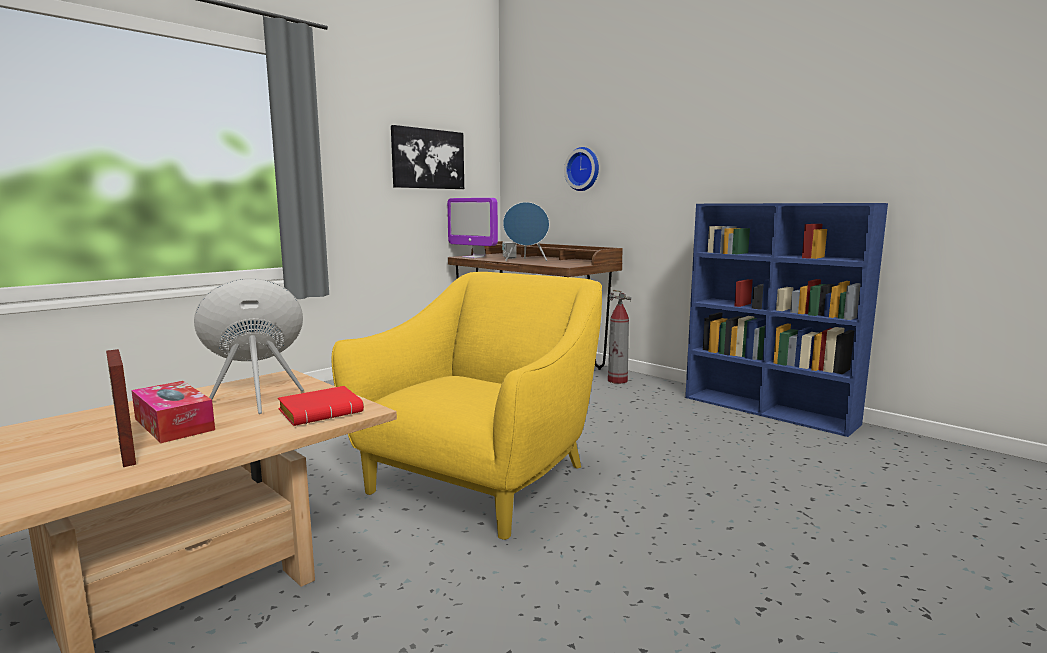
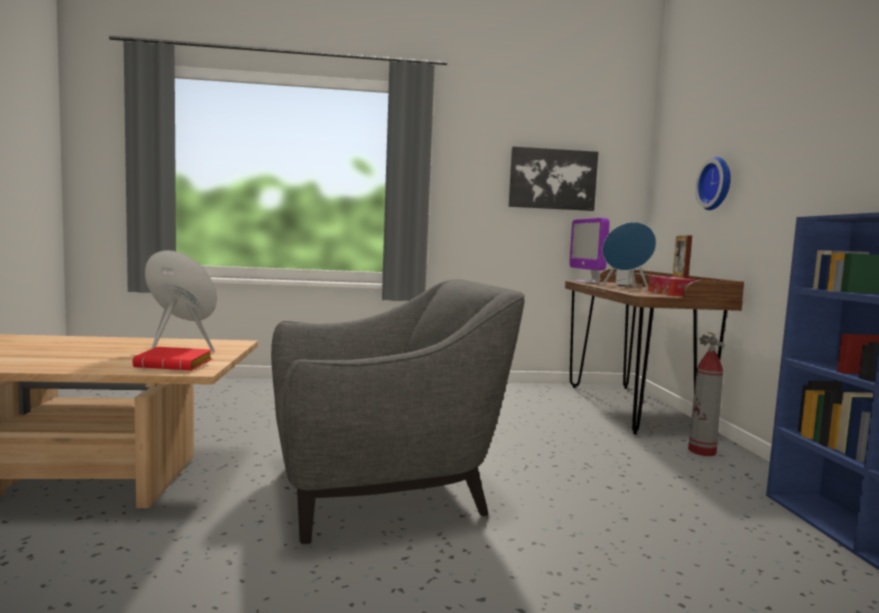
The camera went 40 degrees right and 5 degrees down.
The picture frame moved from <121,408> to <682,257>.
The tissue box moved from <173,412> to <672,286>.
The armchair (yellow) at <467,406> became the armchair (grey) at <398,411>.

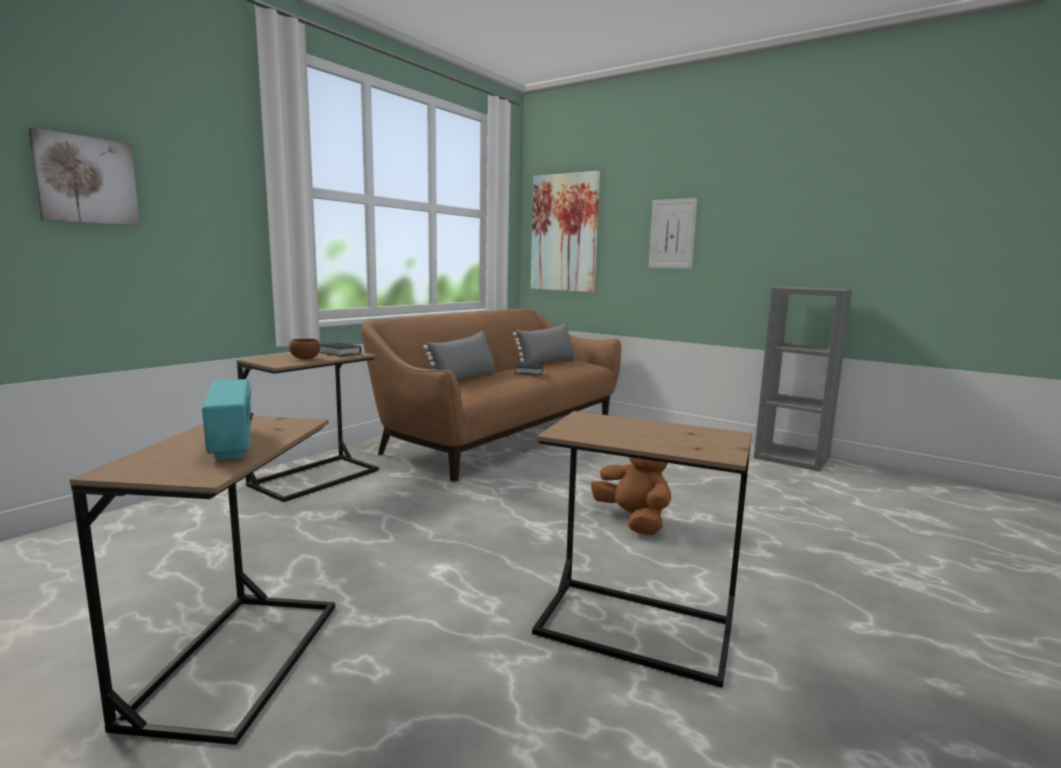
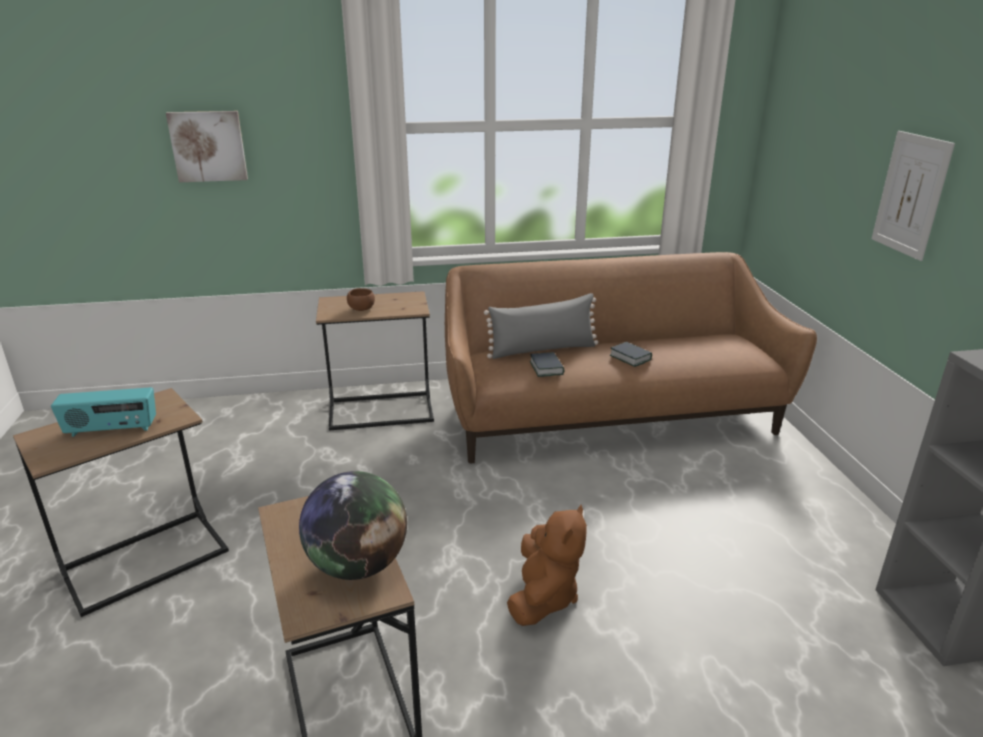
The camera went 45 degrees right and 15 degrees up.
The pillow (grey) at <544,344> disappeared.
The picture at <565,231> disappeared.
The globe at <353,525> appeared.
The book moved from <340,349> to <547,364>.
The radio at <228,419> turned 60 degrees clockwise.

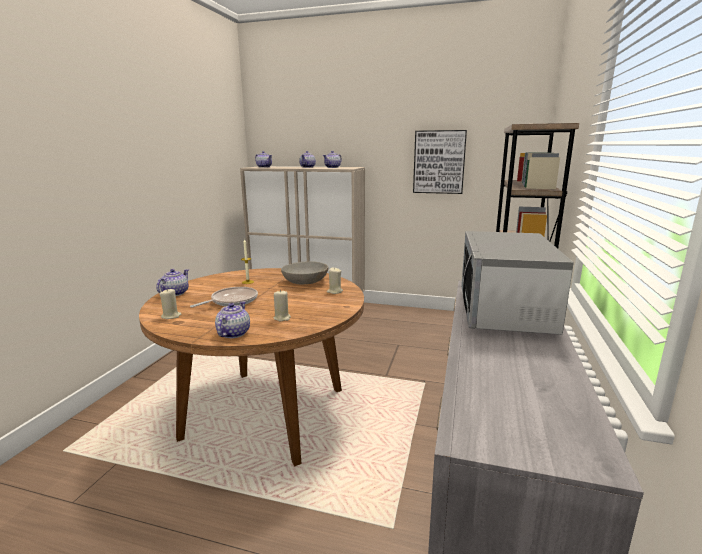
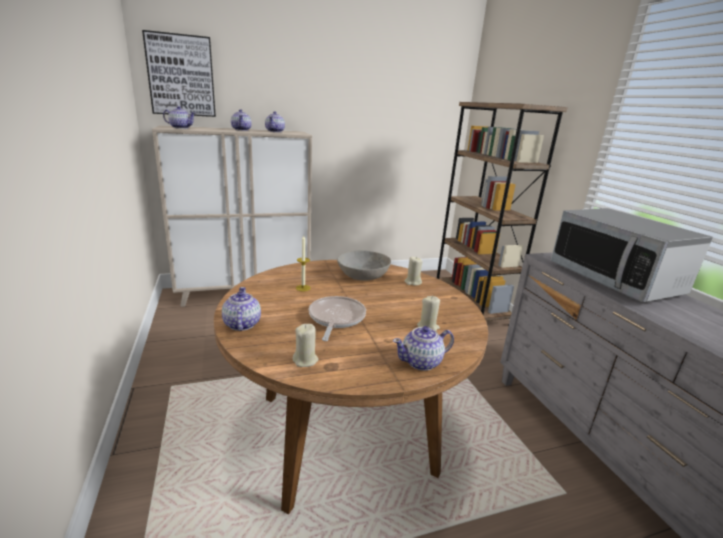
The camera went 35 degrees left and 5 degrees up.
The picture moved from <440,162> to <179,73>.
The teapot at <232,319> turned 90 degrees counterclockwise.

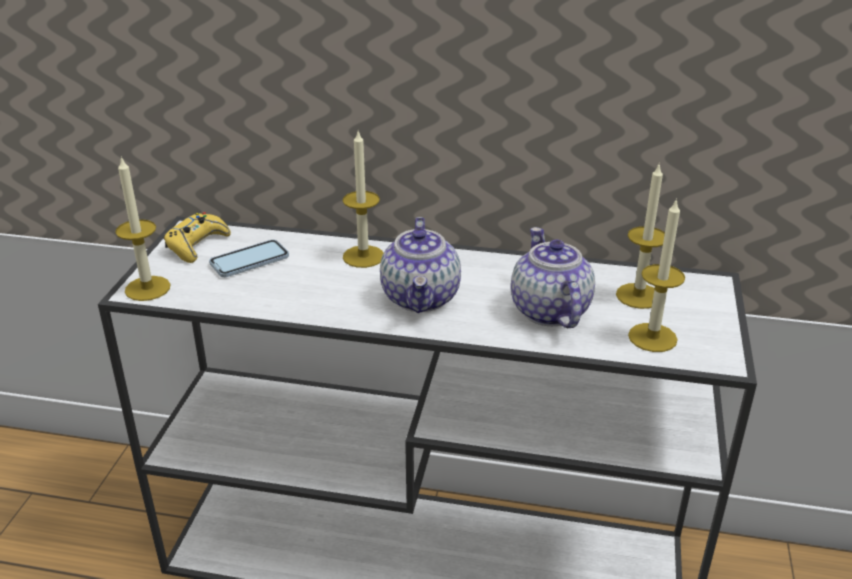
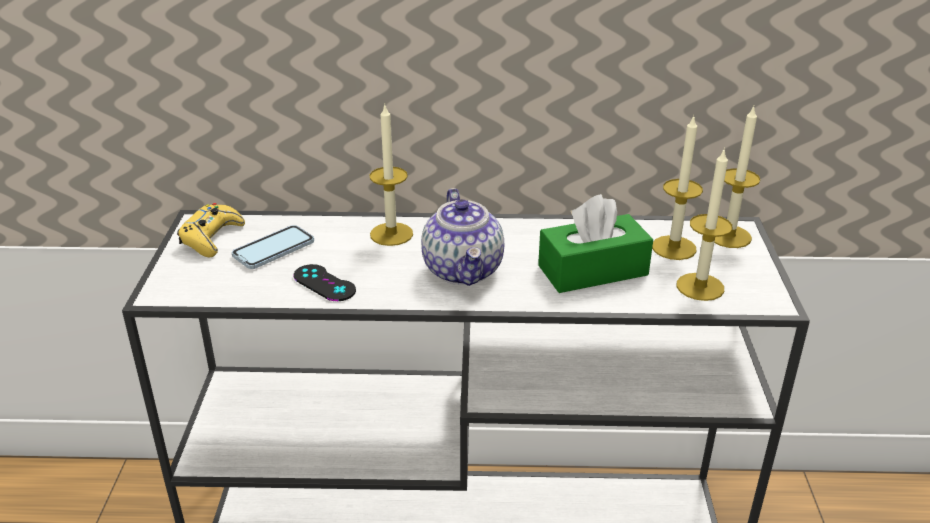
The camera went 10 degrees left and 0 degrees up.
The game controller (black) at <325,282> appeared.
The candle moved from <143,228> to <737,177>.
The teapot at <553,277> was replaced by the tissue box (green) at <595,243>.

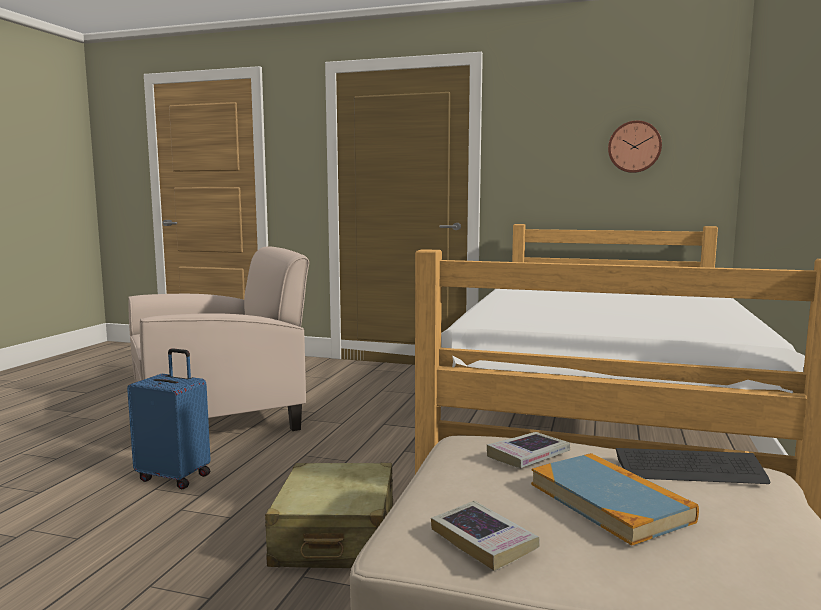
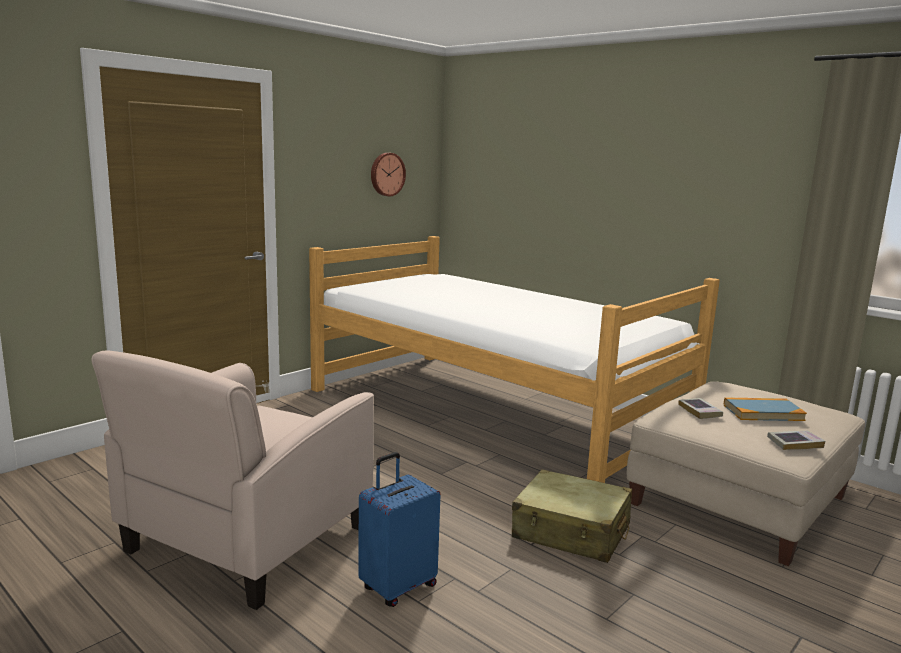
The camera went 65 degrees left and 5 degrees up.
The keyboard at <693,466> disappeared.
The armchair (beige) at <218,338> turned 150 degrees counterclockwise.

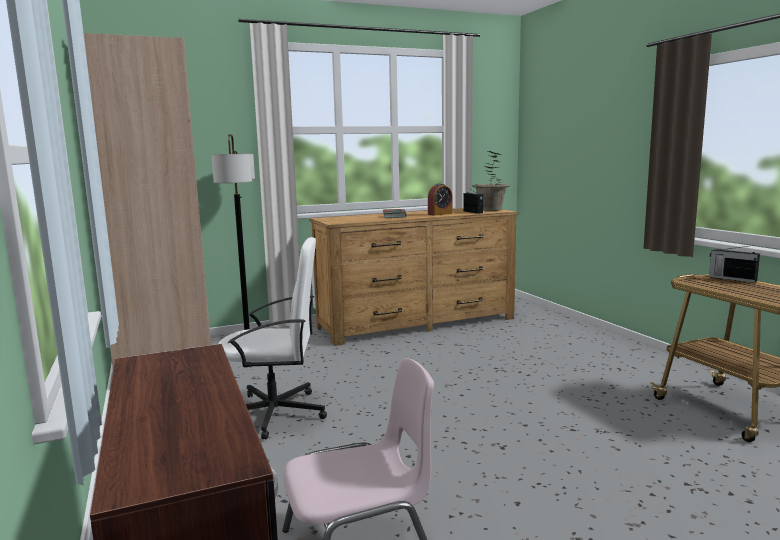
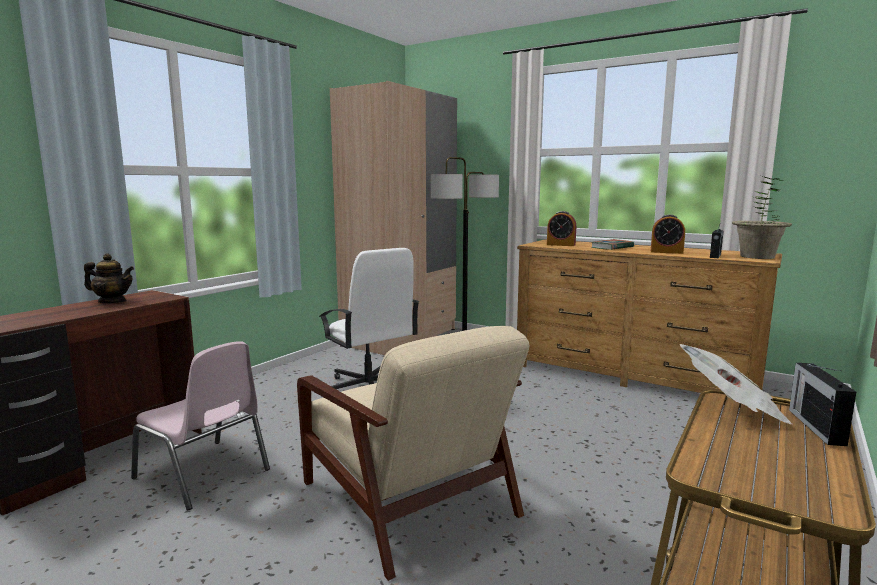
The camera went 55 degrees right and 0 degrees up.
The teapot at <109,278> appeared.
The armchair (beige) at <413,453> appeared.
The alarm clock at <561,228> appeared.
The newspaper at <735,384> appeared.

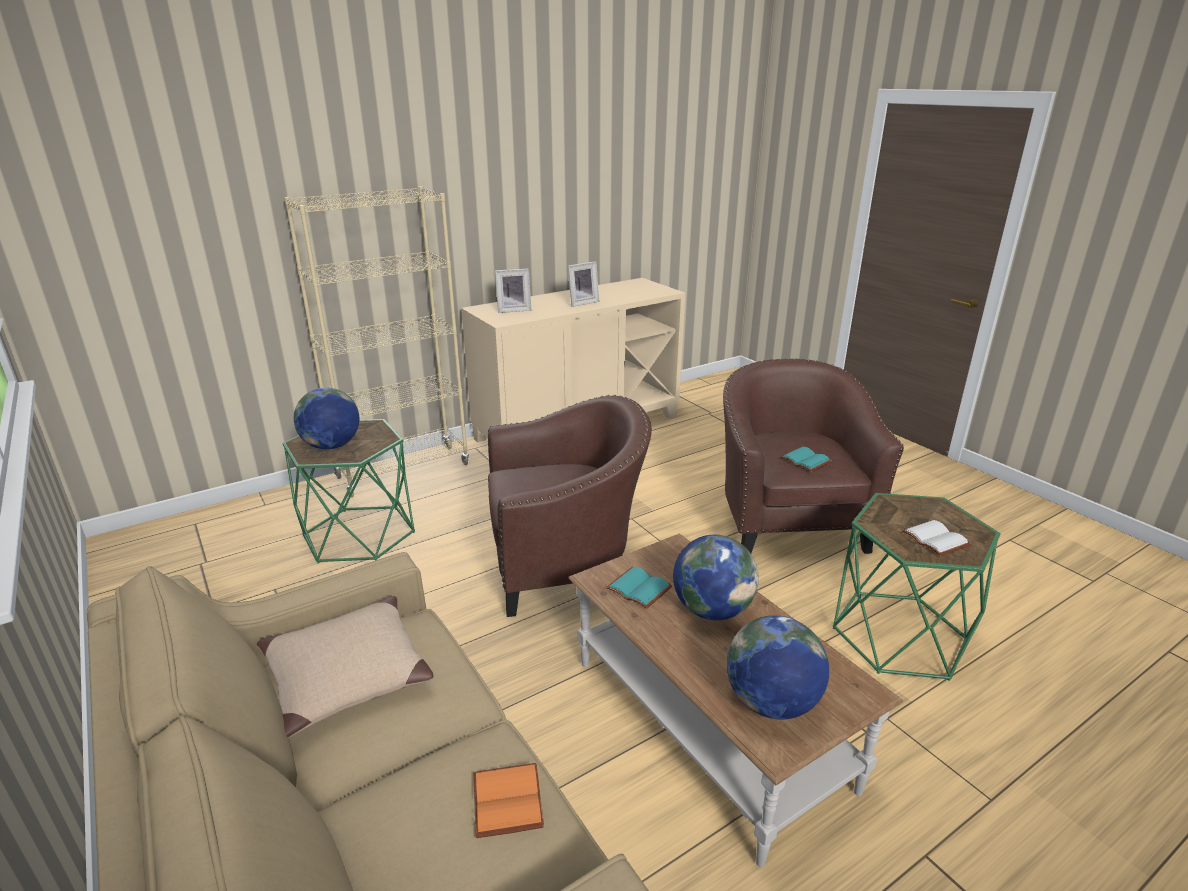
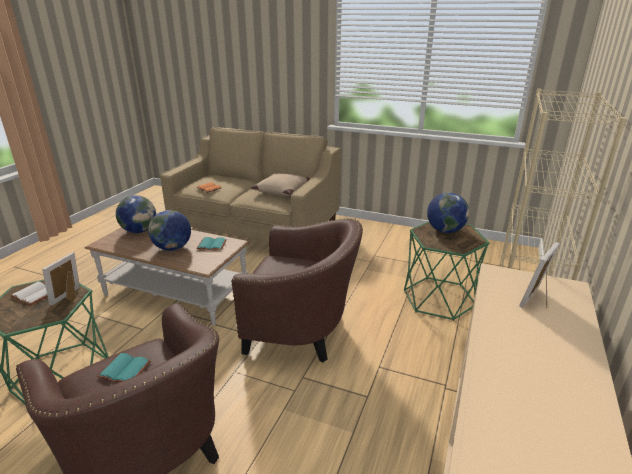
The camera went 145 degrees right and 0 degrees up.
The picture frame moved from <584,284> to <61,279>.
The armchair (brown) at <570,506> turned 120 degrees counterclockwise.

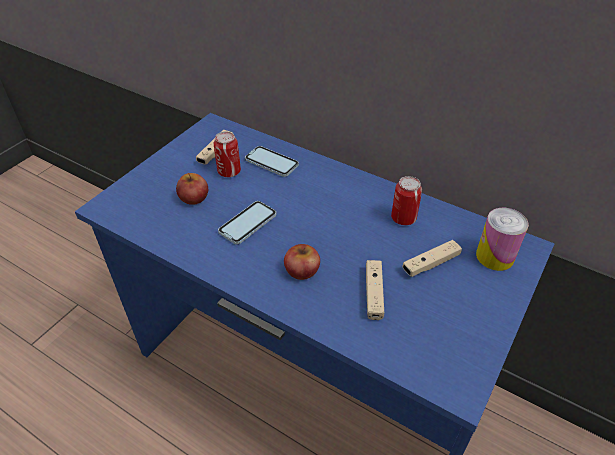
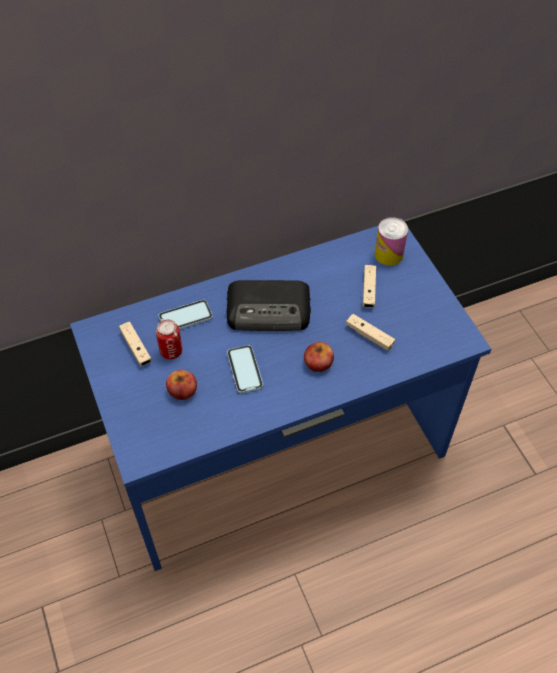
The camera went 55 degrees left and 10 degrees up.
The can at <406,200> disappeared.
The radio at <268,305> appeared.

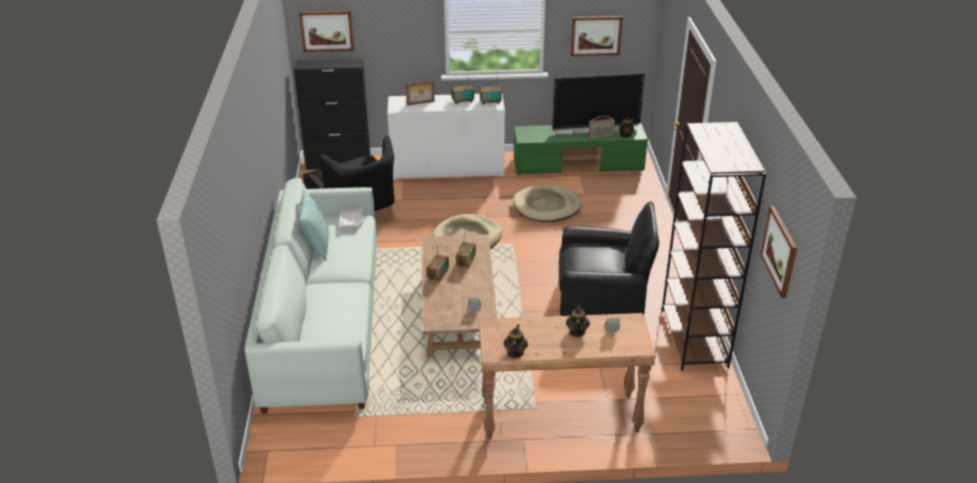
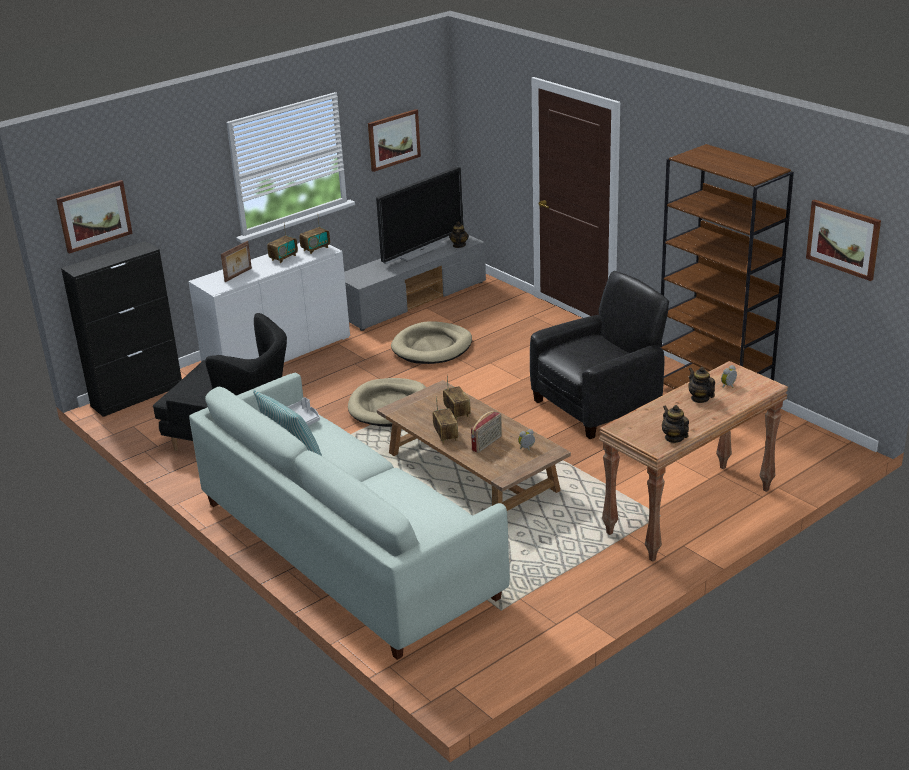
The camera went 35 degrees left and 5 degrees down.
The radio moved from <602,127> to <486,432>.
The tv stand (green) at <581,149> became the tv stand (grey) at <415,283>.

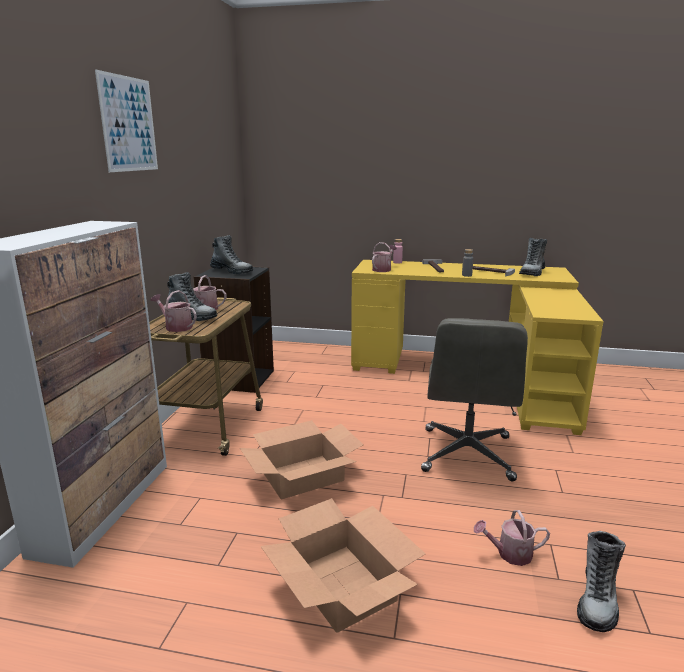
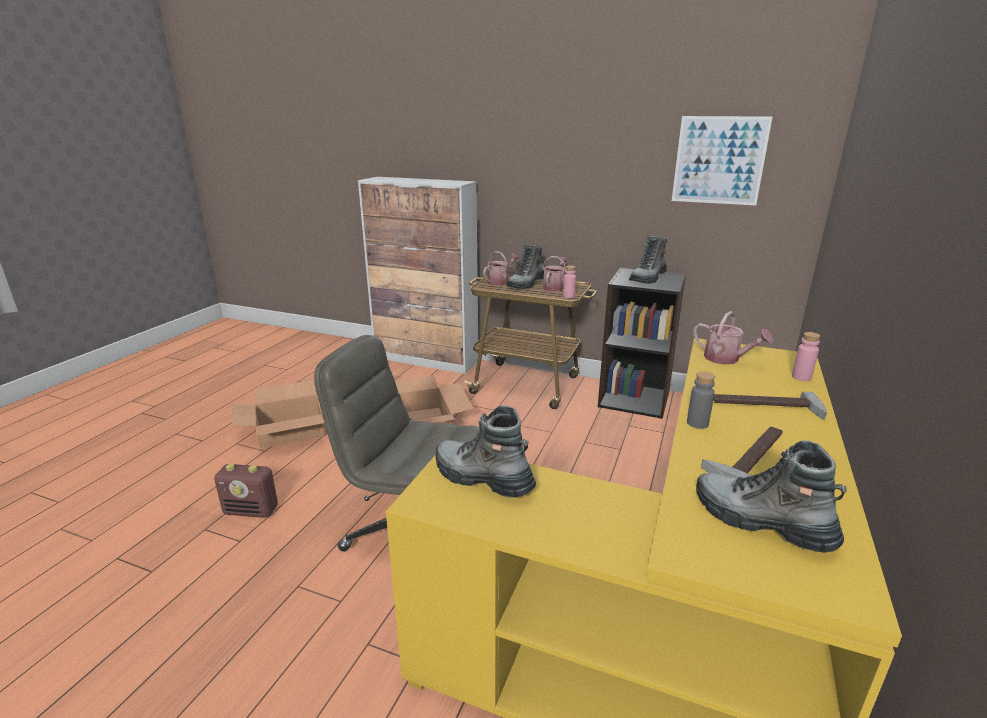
The camera went 100 degrees right and 5 degrees up.
The bottle (pink) at <569,281> appeared.
The picture moved from <126,121> to <722,160>.
The boot moved from <601,581> to <485,452>.
The watering can at <512,538> was replaced by the radio at <246,491>.

